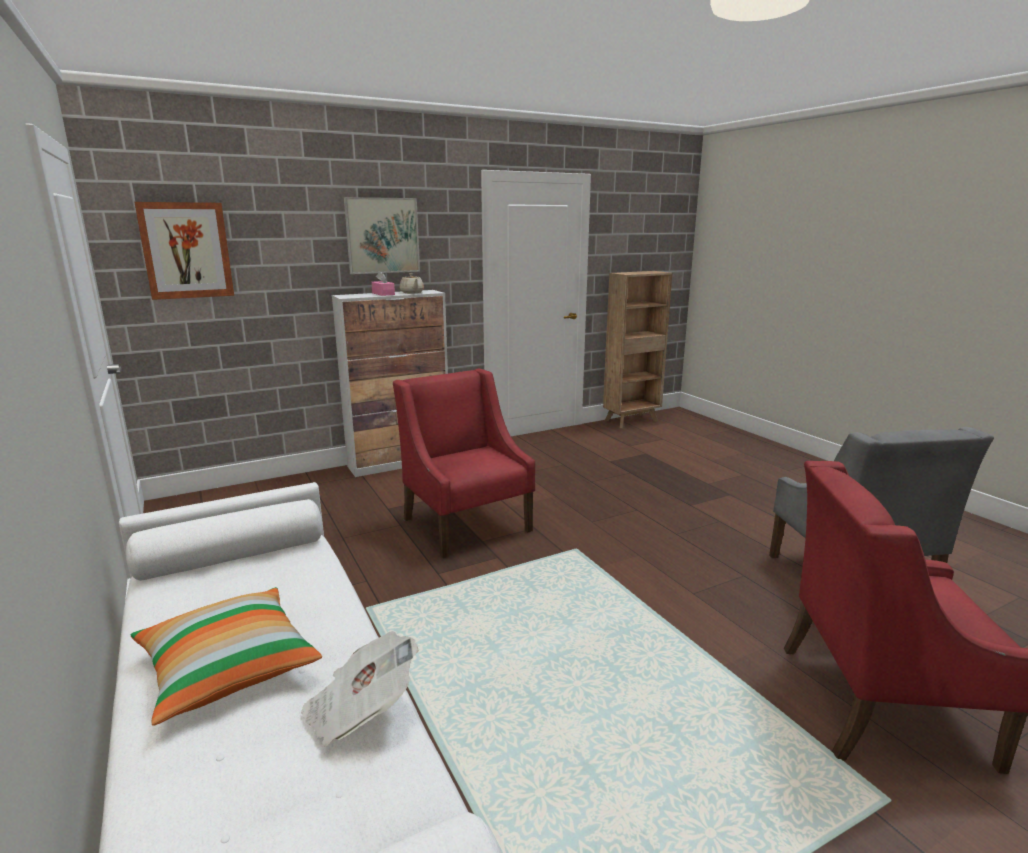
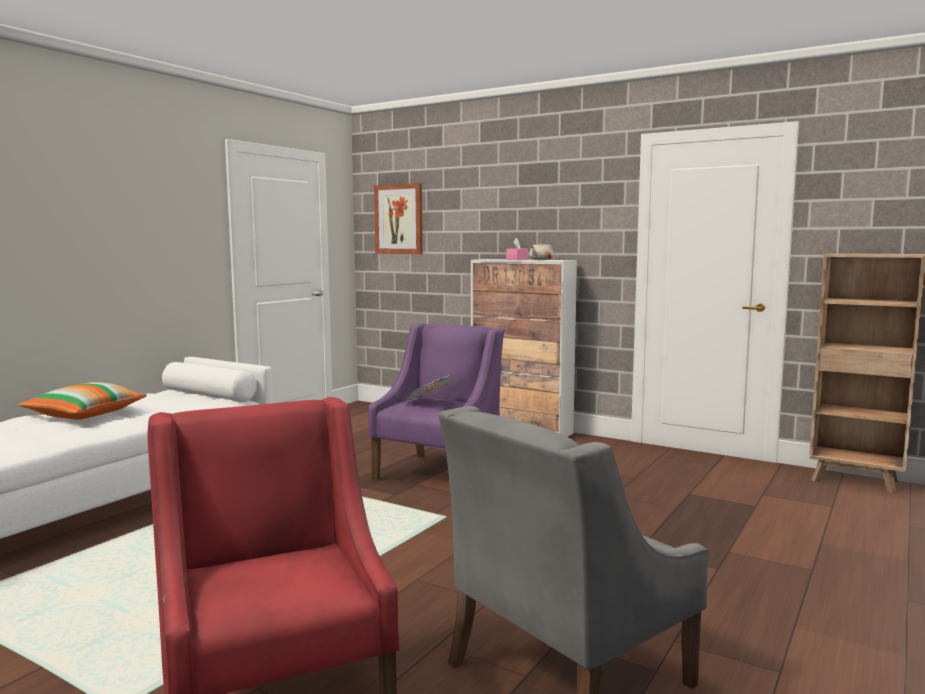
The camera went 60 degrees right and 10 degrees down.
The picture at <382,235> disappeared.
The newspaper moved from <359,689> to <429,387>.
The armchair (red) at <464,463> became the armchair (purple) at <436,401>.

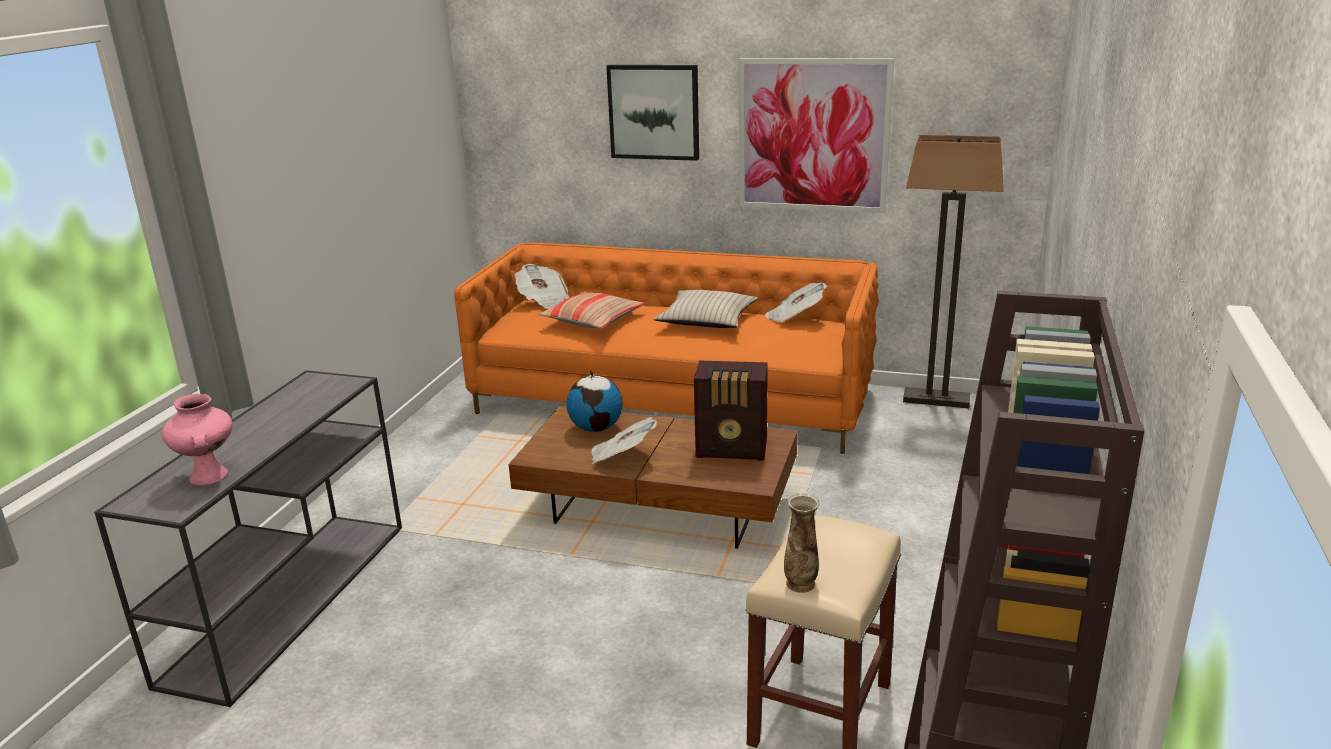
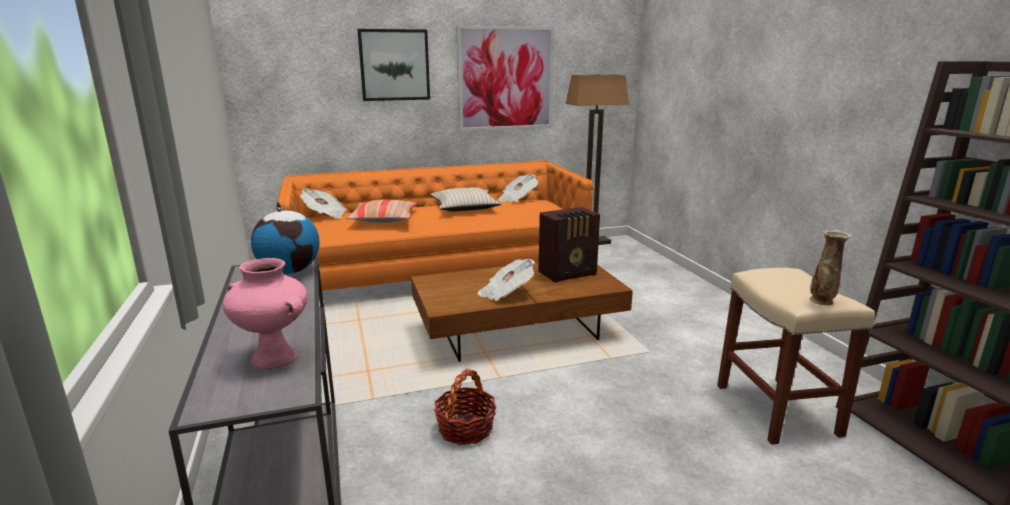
The camera went 35 degrees left and 5 degrees down.
The basket at <465,407> appeared.
The globe moved from <594,400> to <285,238>.

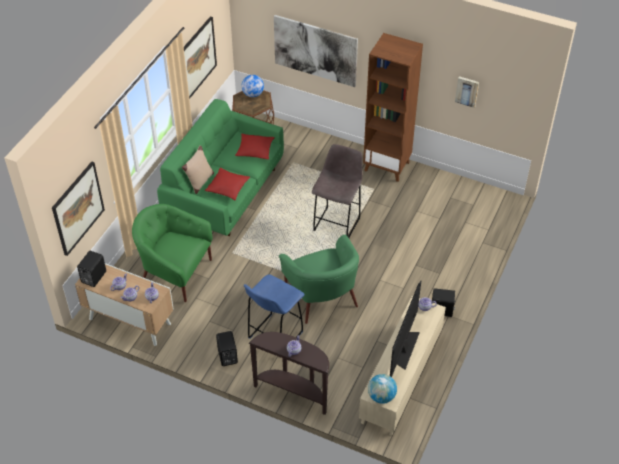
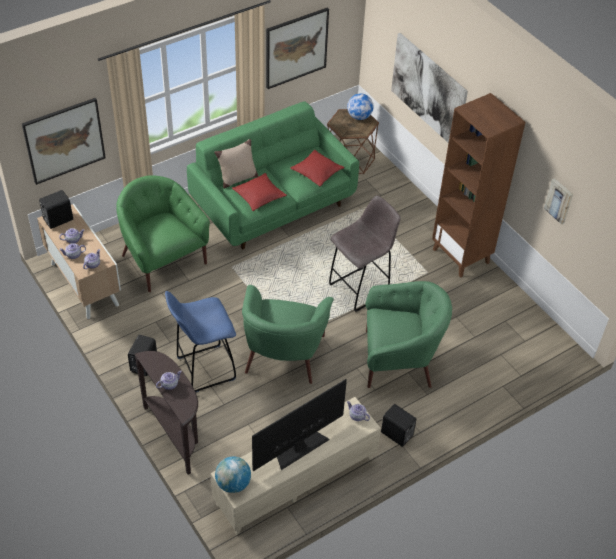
The camera went 30 degrees right and 0 degrees up.
The armchair (green) at <409,334> appeared.

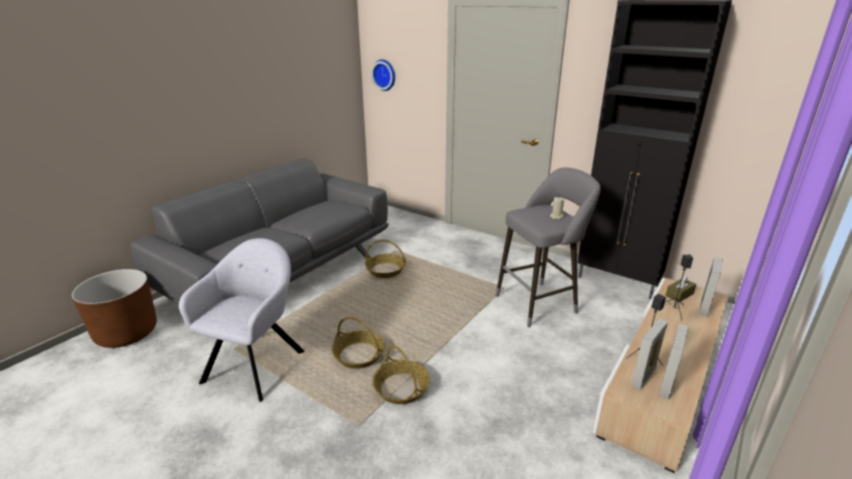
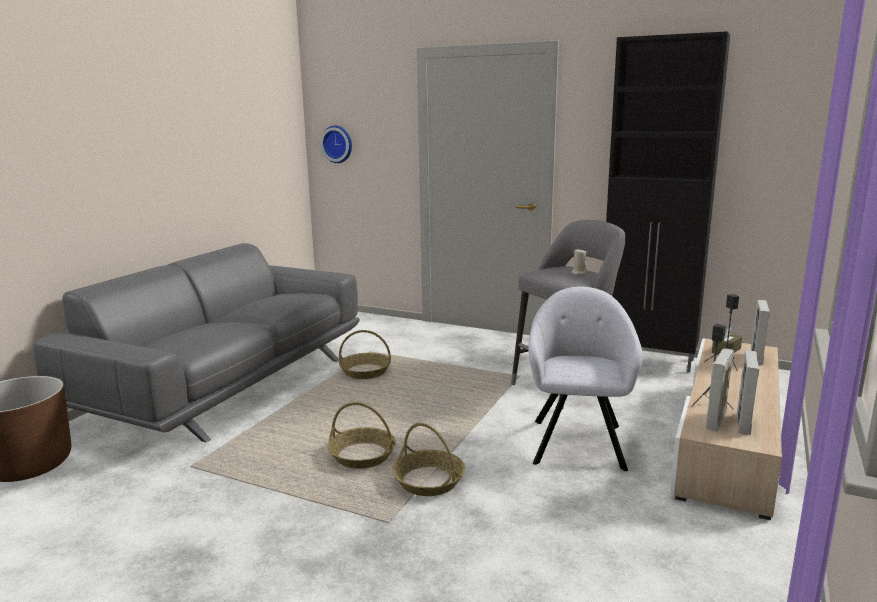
The camera went 10 degrees left and 10 degrees down.
The armchair (grey) moved from <242,320> to <585,379>.

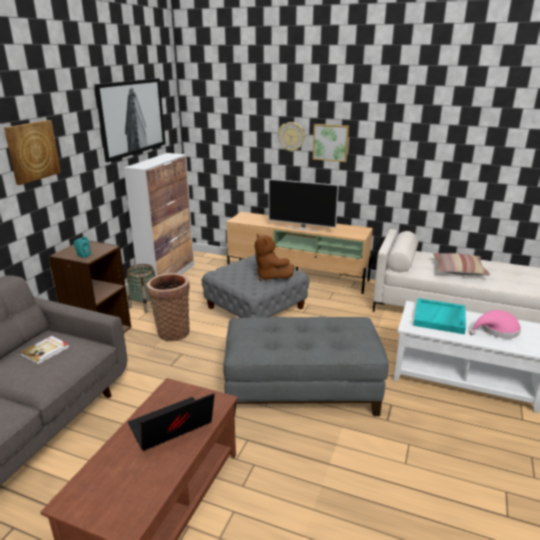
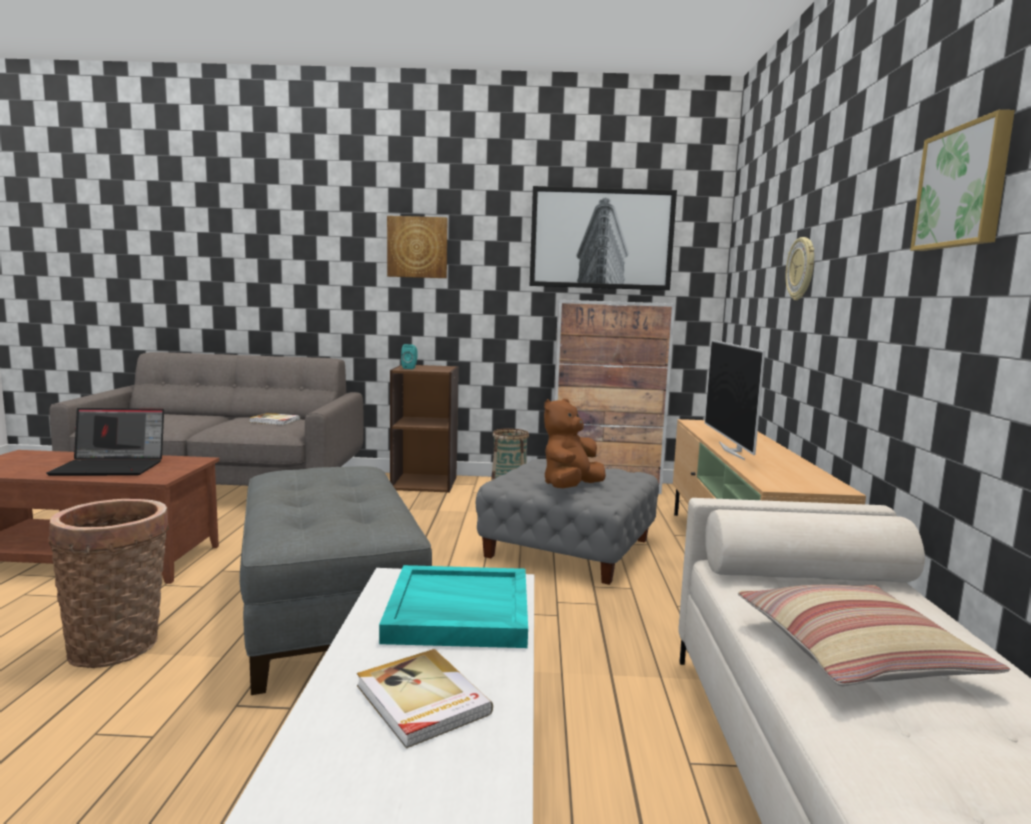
The camera went 70 degrees right and 15 degrees down.
The basket moved from <168,307> to <108,583>.
The picture moved from <331,143> to <962,180>.
The hat (pink) at <495,324> was replaced by the book at <425,699>.
The laptop at <171,422> turned 135 degrees clockwise.

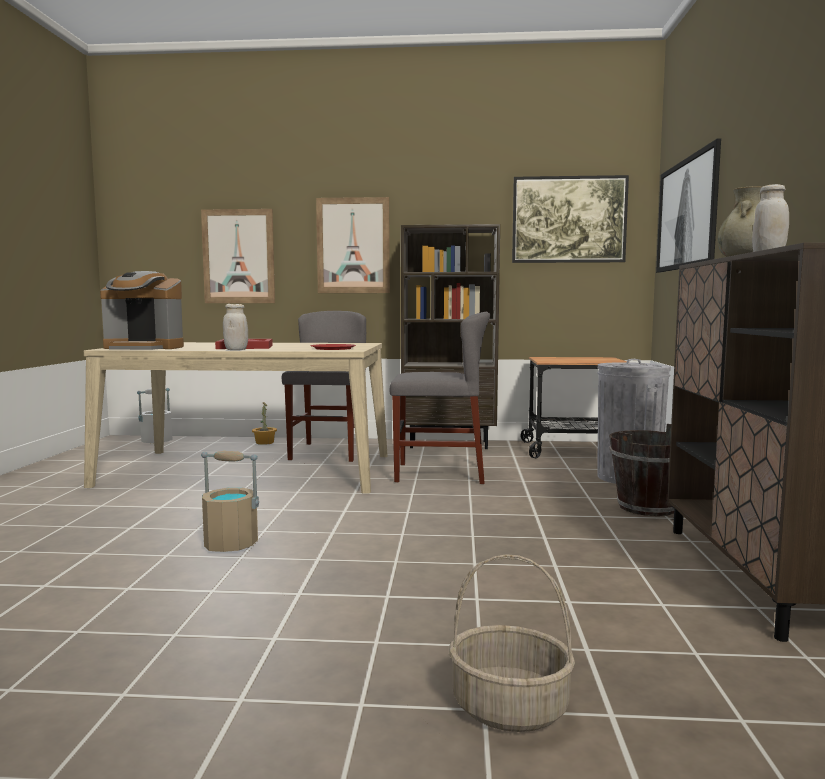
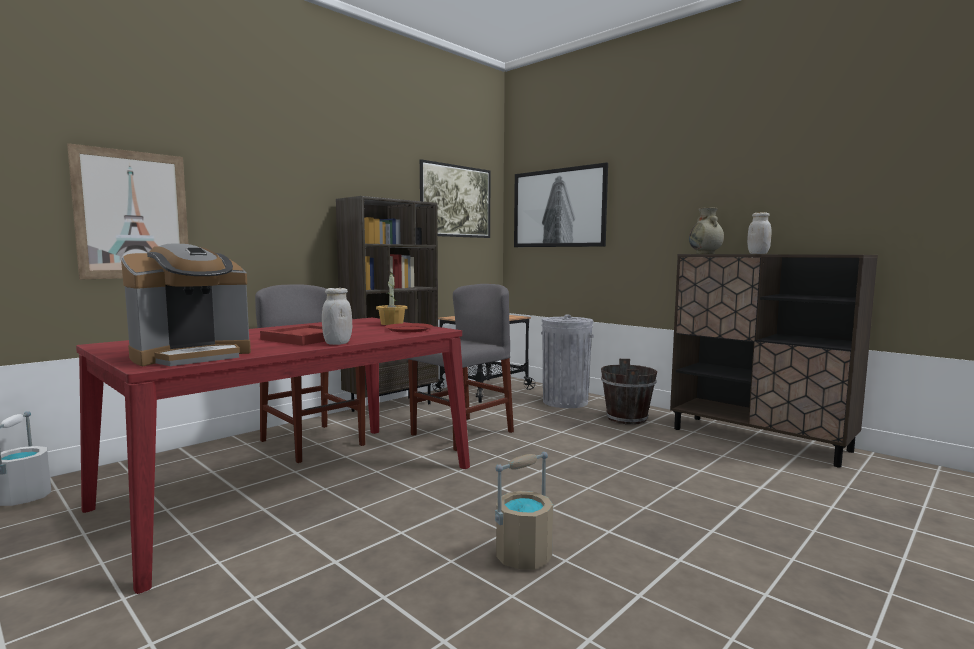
The camera went 50 degrees left and 0 degrees up.
The picture at <353,245> disappeared.
The basket at <512,643> disappeared.
The potted plant moved from <264,423> to <391,298>.
The dining table (beige) at <236,418> became the dining table (red) at <273,456>.

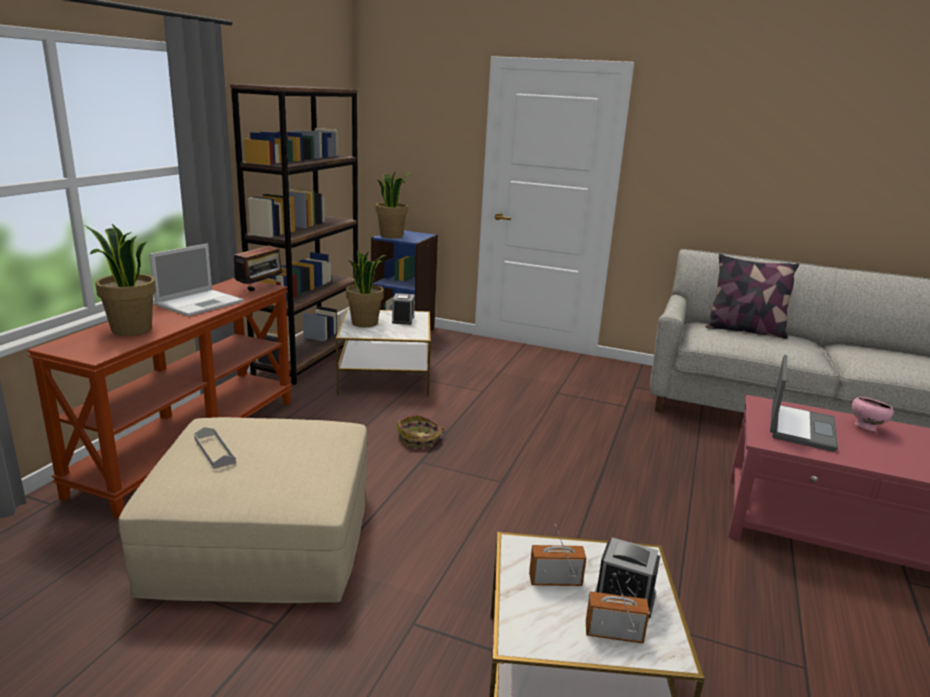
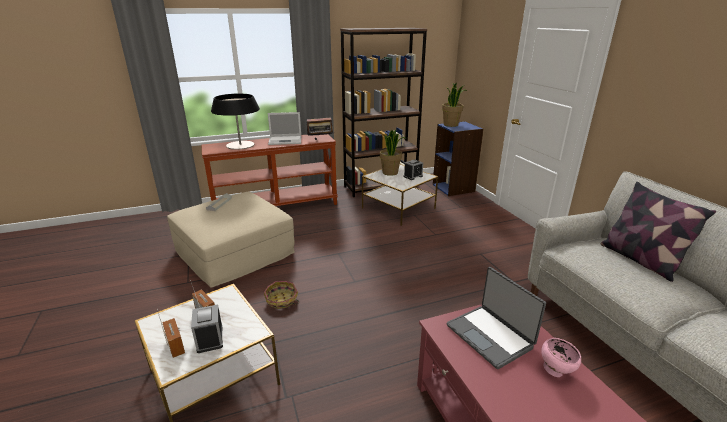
The camera went 50 degrees right and 5 degrees up.
The basket moved from <421,431> to <281,295>.
The potted plant at <120,280> was replaced by the table lamp at <235,122>.
The laptop at <804,403> turned 75 degrees clockwise.

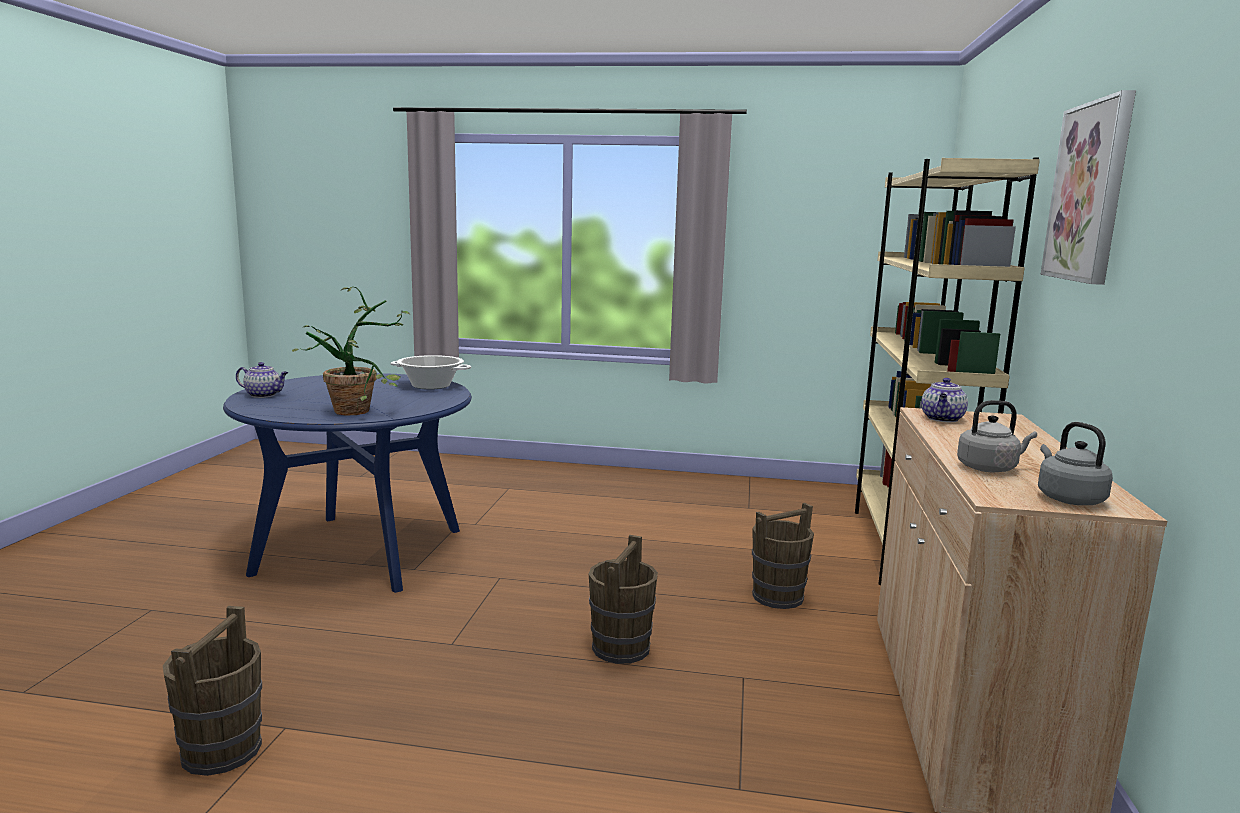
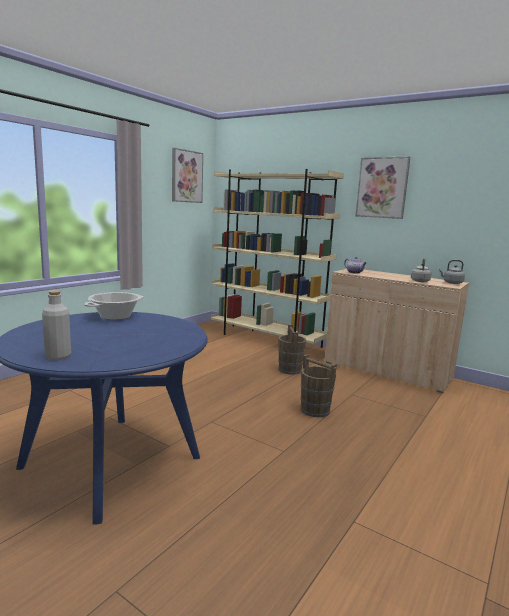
The camera went 65 degrees left and 0 degrees up.
The bucket (brown) at <212,691> disappeared.
The potted plant at <351,351> disappeared.
The picture at <187,175> appeared.
The teapot at <262,380> was replaced by the bottle (grey) at <56,325>.

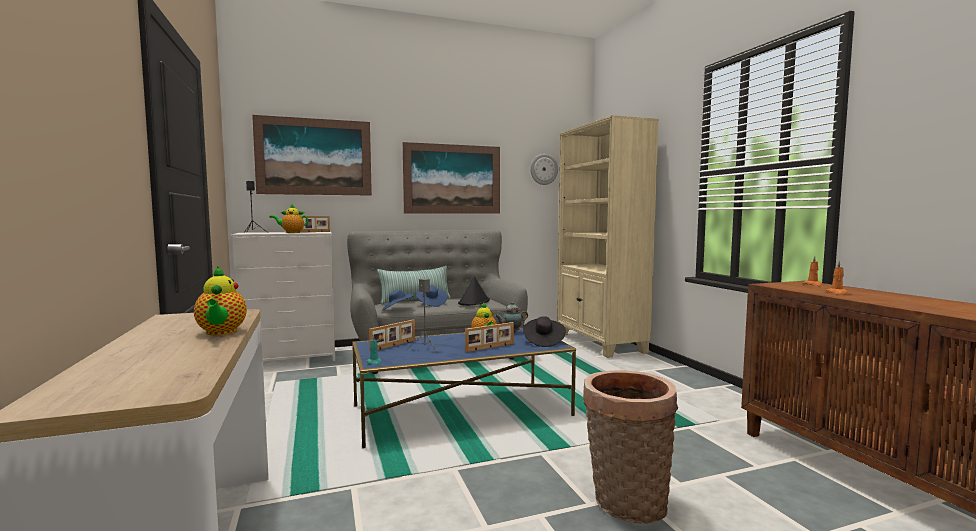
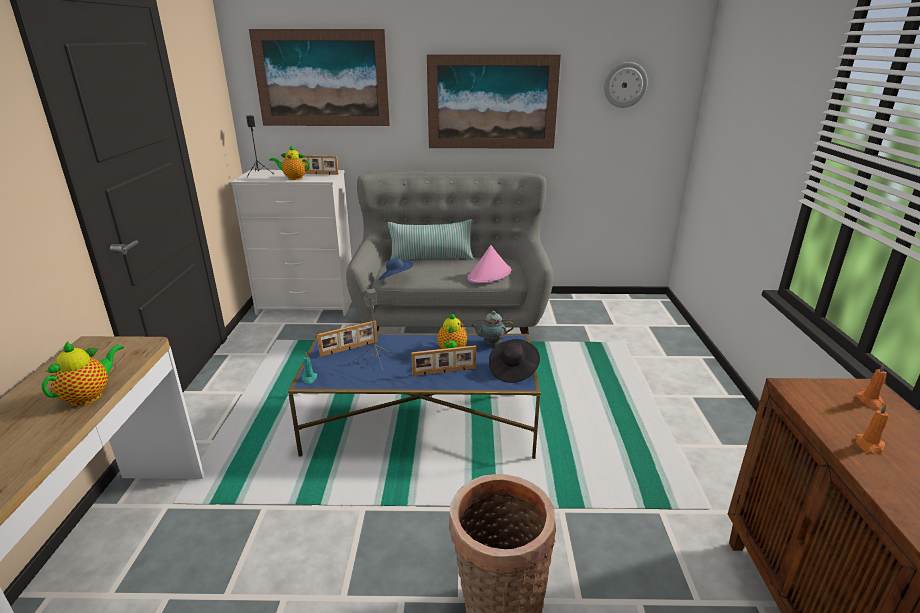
The camera went 20 degrees right and 20 degrees up.
The hat (blue) at <431,296> disappeared.
The bookcase (beige) at <608,236> disappeared.
The hat (black) at <474,291> became the hat (pink) at <489,264>.
The teapot at <220,300> turned 150 degrees counterclockwise.

